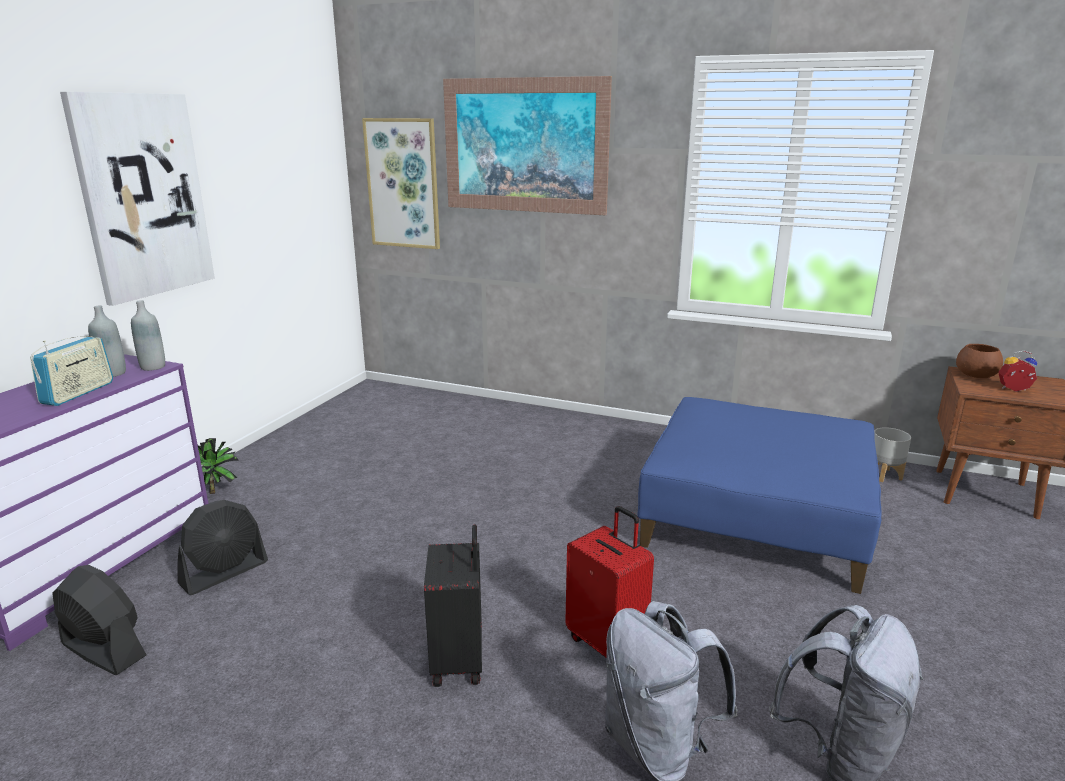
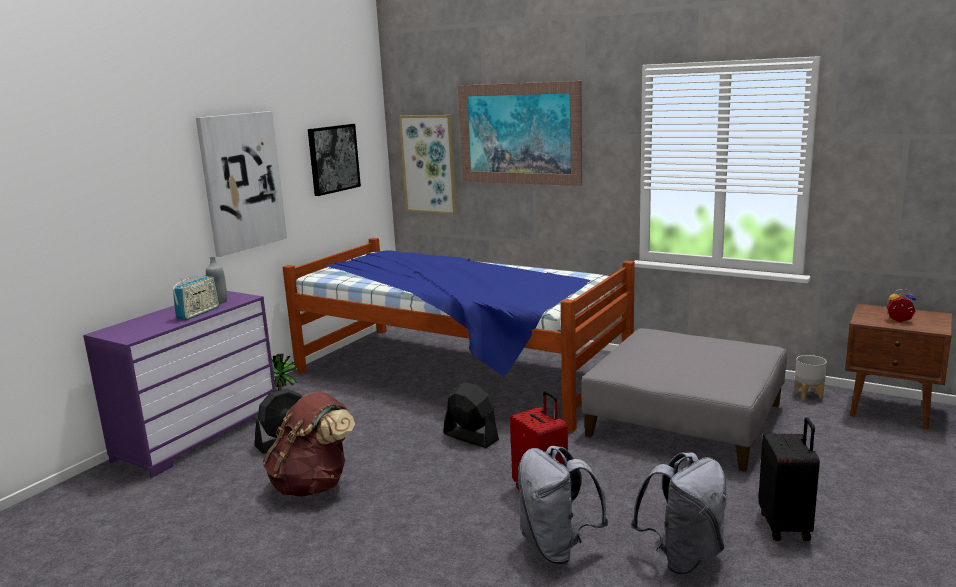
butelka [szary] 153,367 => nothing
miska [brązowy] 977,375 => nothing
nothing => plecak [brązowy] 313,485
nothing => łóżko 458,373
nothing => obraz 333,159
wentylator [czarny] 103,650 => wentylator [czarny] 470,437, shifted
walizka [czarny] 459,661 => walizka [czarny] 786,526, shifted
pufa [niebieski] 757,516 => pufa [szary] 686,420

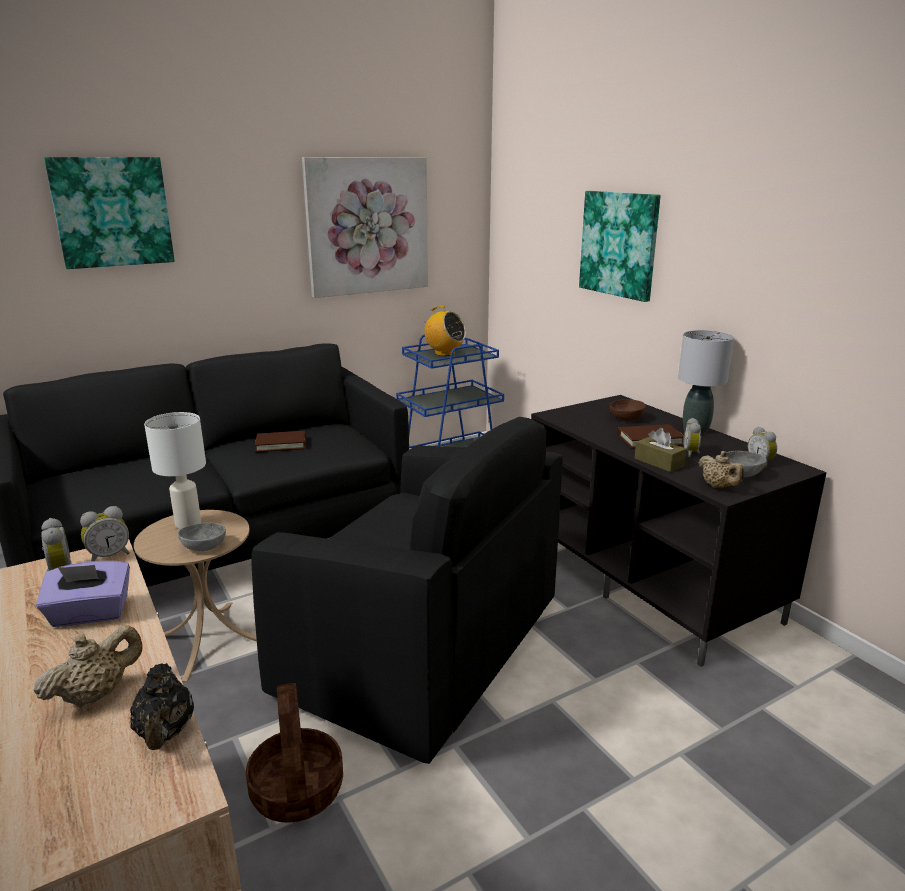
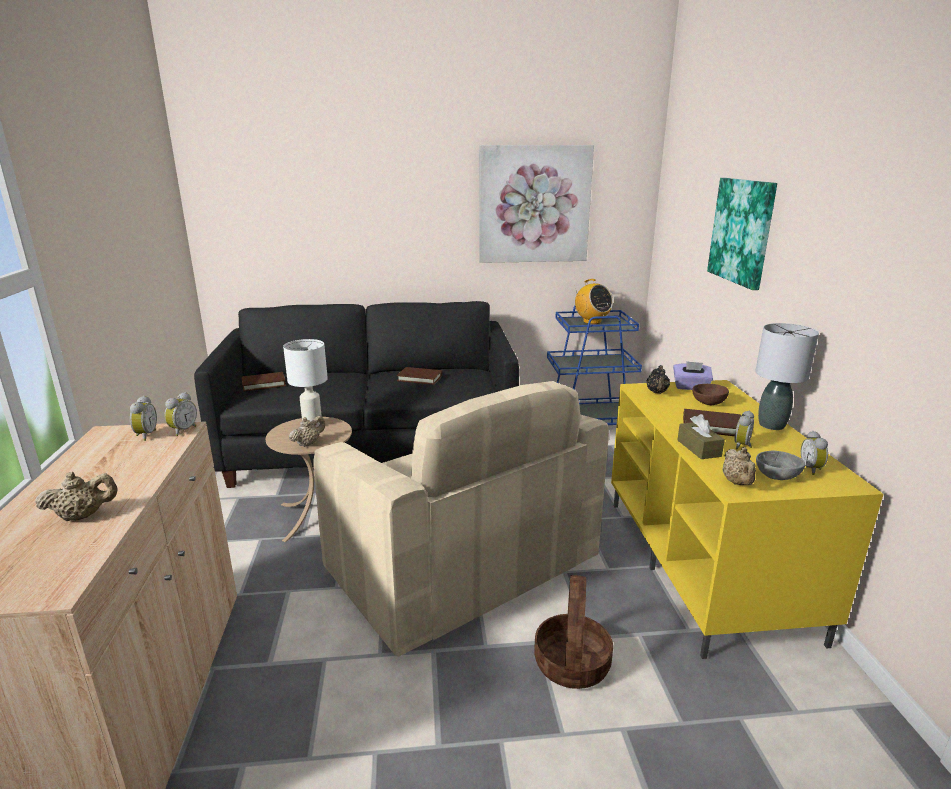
obraz 112,212 => nothing
nothing => książka [brązowy] 264,384
pudełko chusteczek [fioletowy] 90,614 => pudełko chusteczek [fioletowy] 690,387, shifted
imbryk [czarny] 165,733 => imbryk [czarny] 657,392, shifted
koszyk 298,790 => koszyk 572,664, shifted
miska [szary] 204,546 => imbryk [beżowy] 308,443
fotel [czarny] 422,648 => fotel [beżowy] 461,567
szafka pod telewizor [czarny] 650,581 => szafka pod telewizor [żółty] 707,566
budzik 109,556 => budzik 182,430, 60 degrees counterclockwise

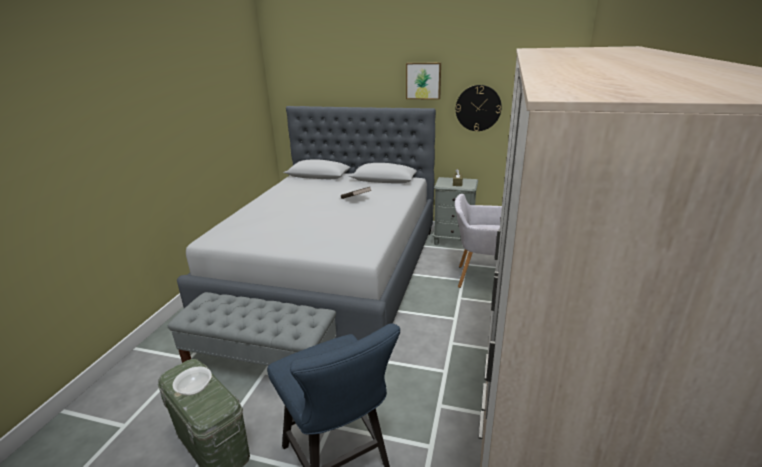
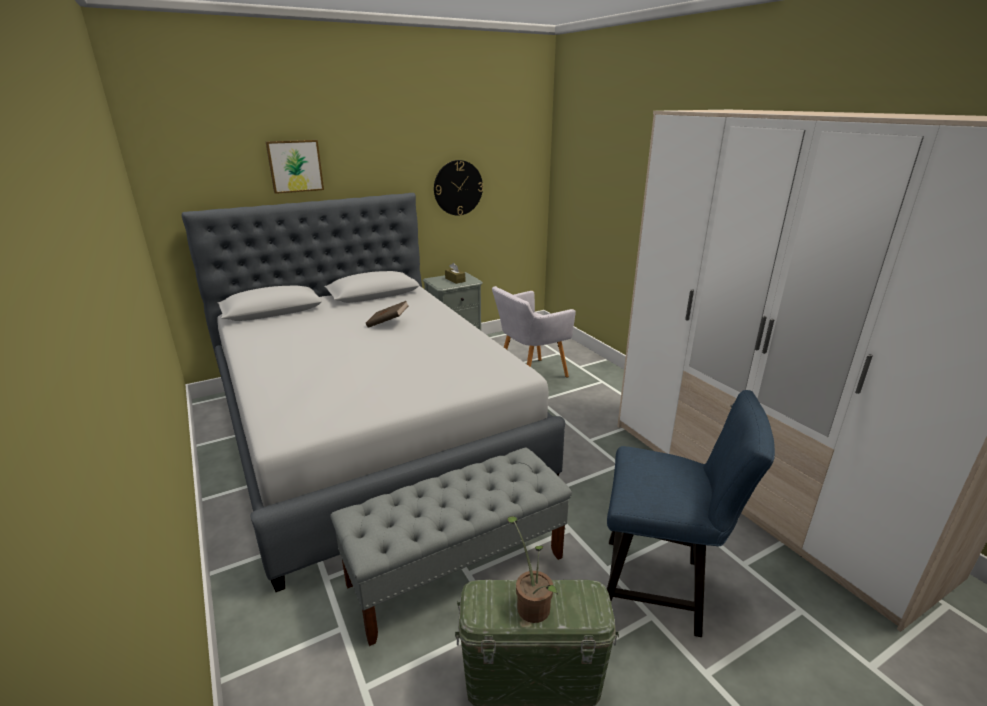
obraz 423,81 => obraz 295,166, shifted
miska 194,388 => roślina doniczkowa 531,604

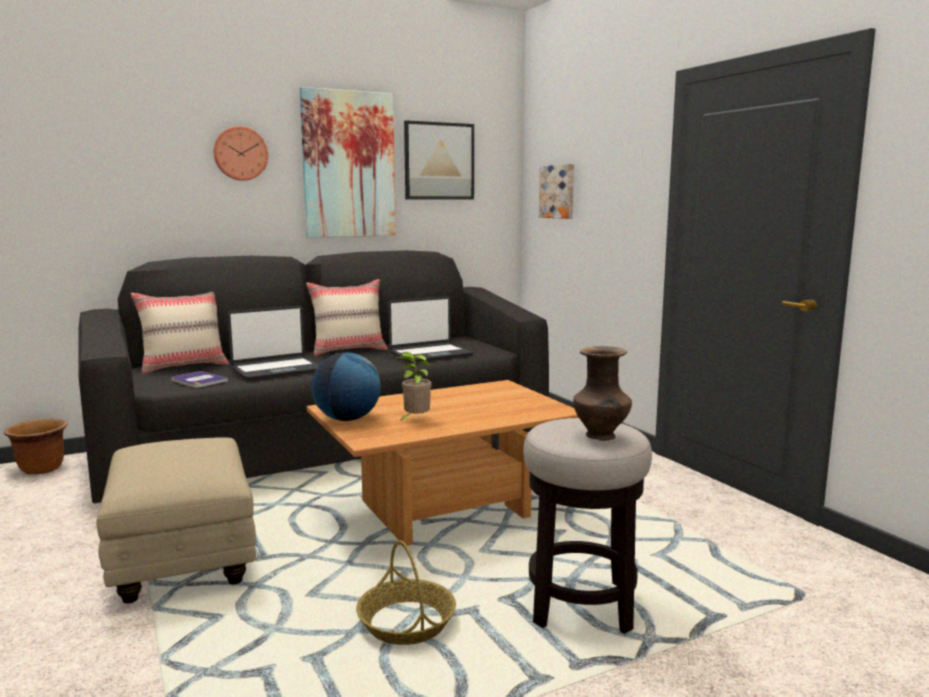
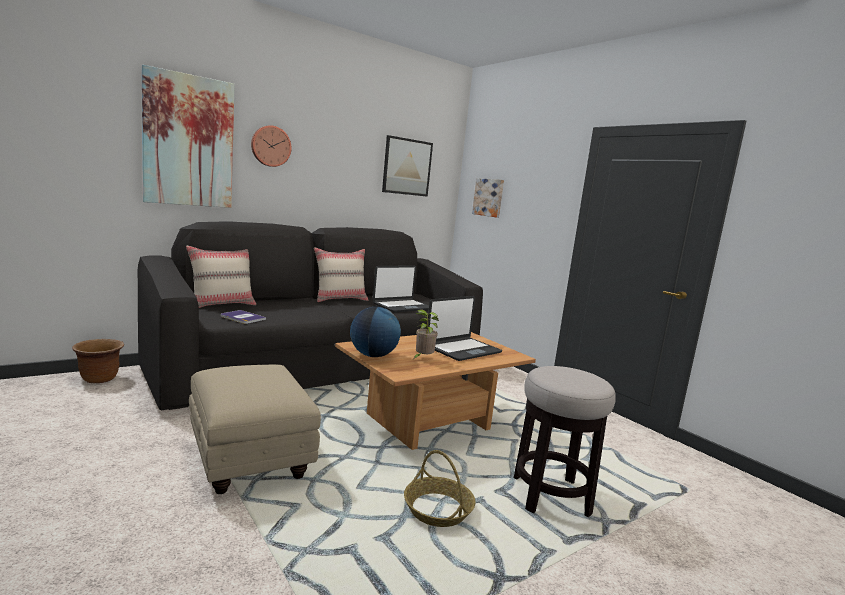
wazon [brązowy] 601,436 => nothing
laptop 276,370 => laptop 462,350, shifted
obraz 349,165 => obraz 189,141, shifted

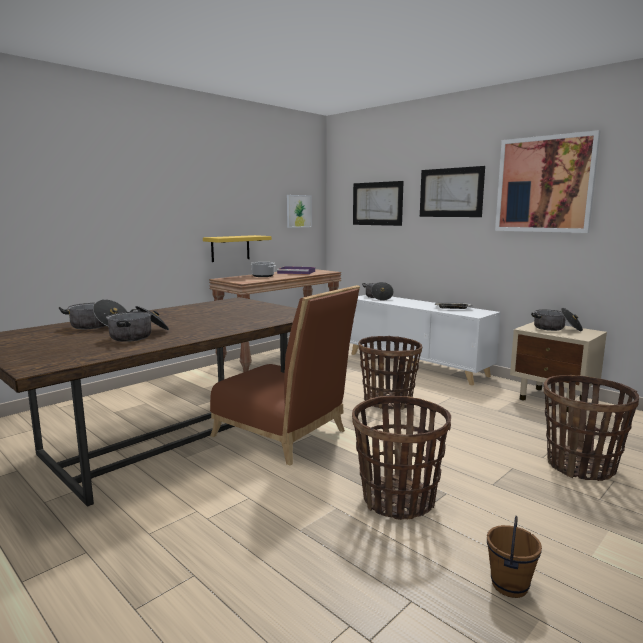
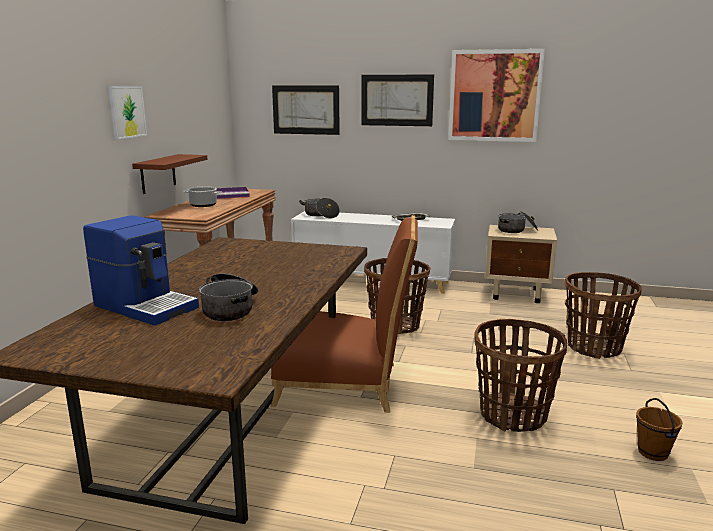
obraz 298,211 => obraz 127,112, shifted
garnek 98,326 => ekspres do kawy 146,306
półka [żółty] 230,248 => półka [brązowy] 158,174

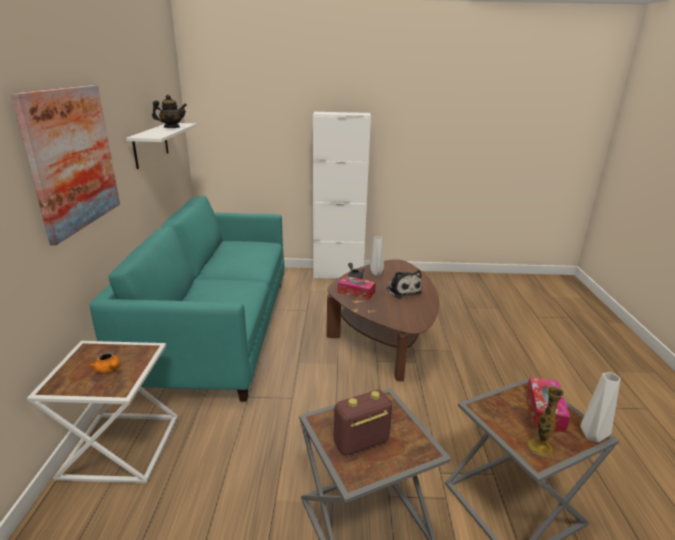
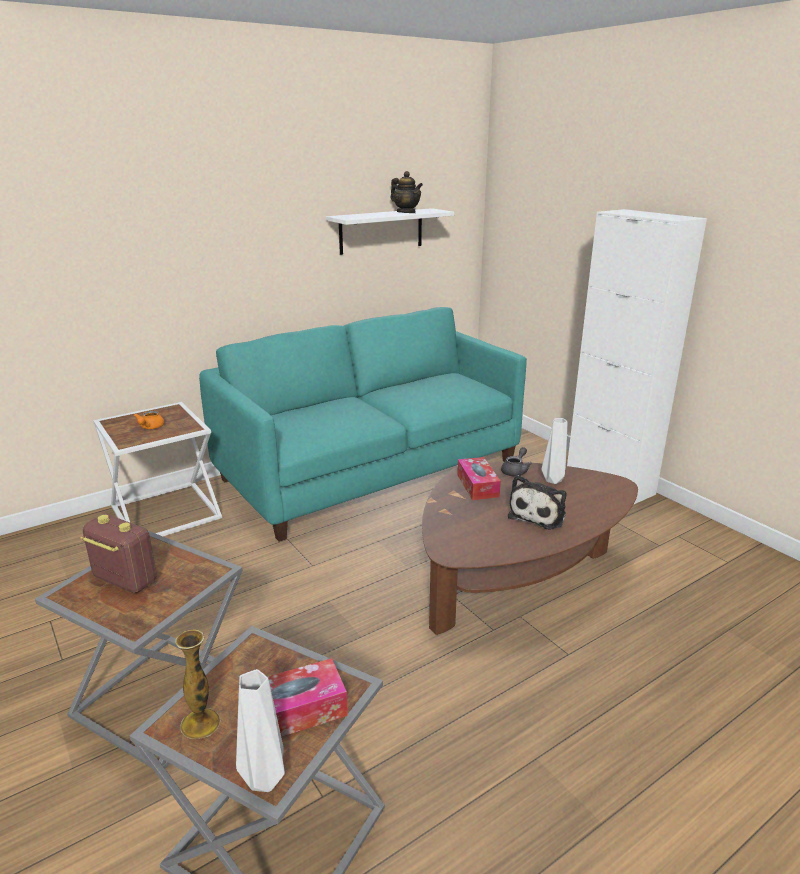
obraz 72,159 => nothing

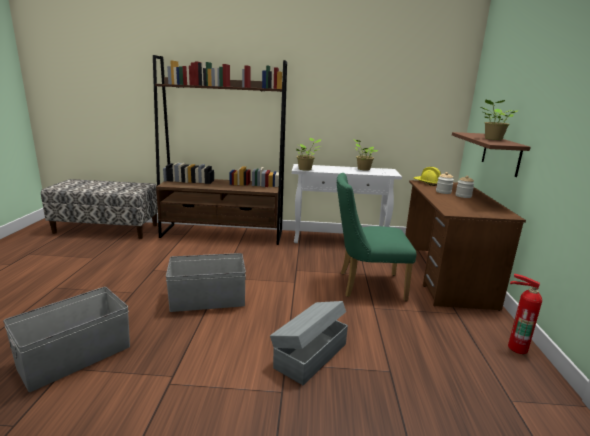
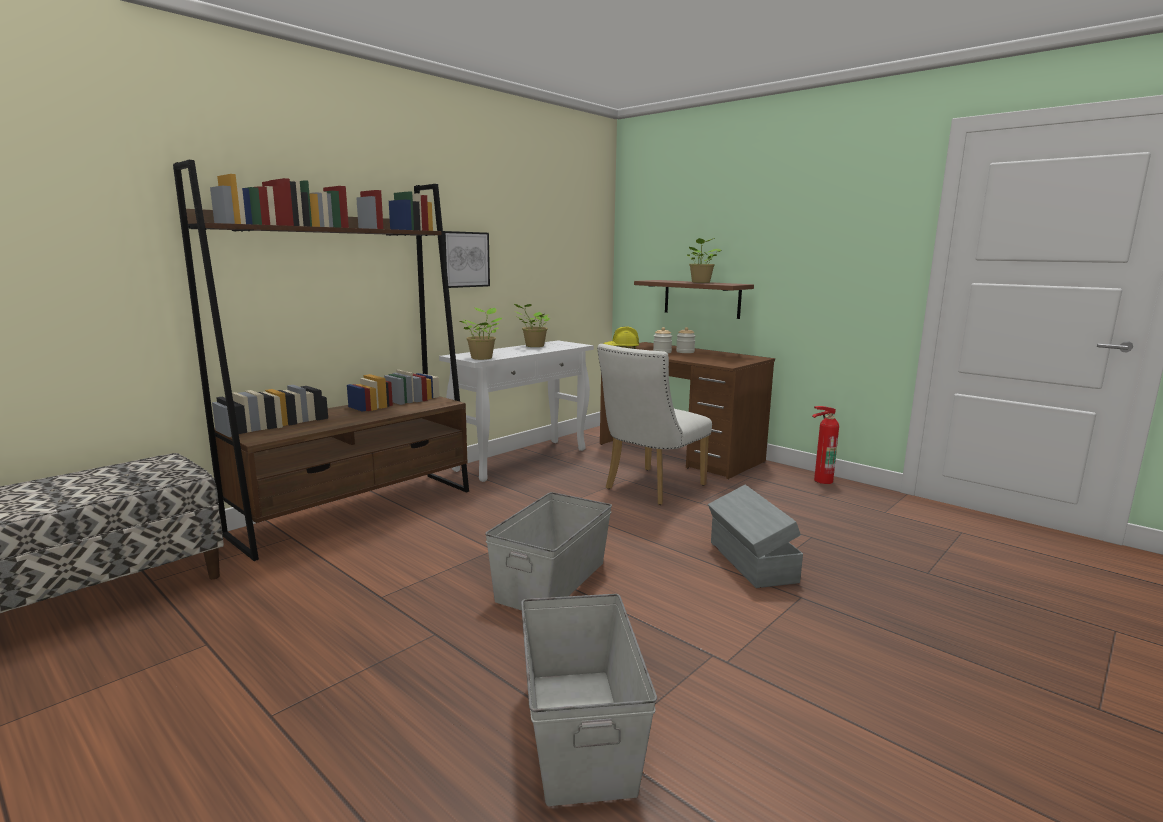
nothing => obraz 464,259
krzesło [zielony] 366,285 => krzesło [biały] 650,488

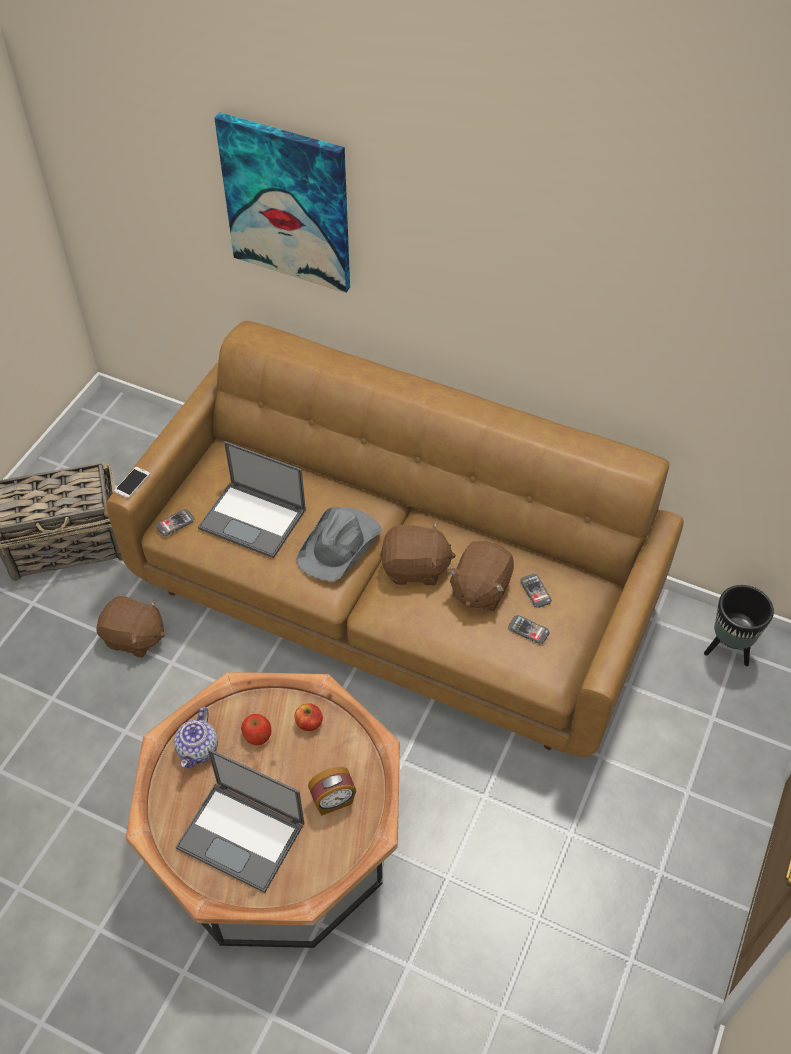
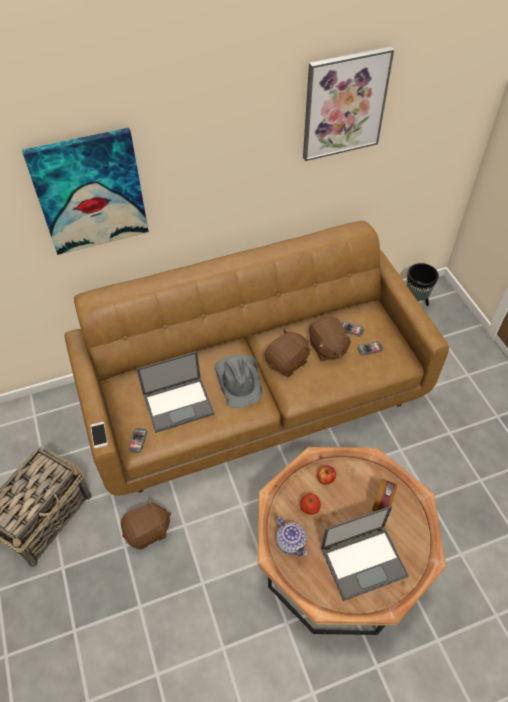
nothing => obraz 344,104

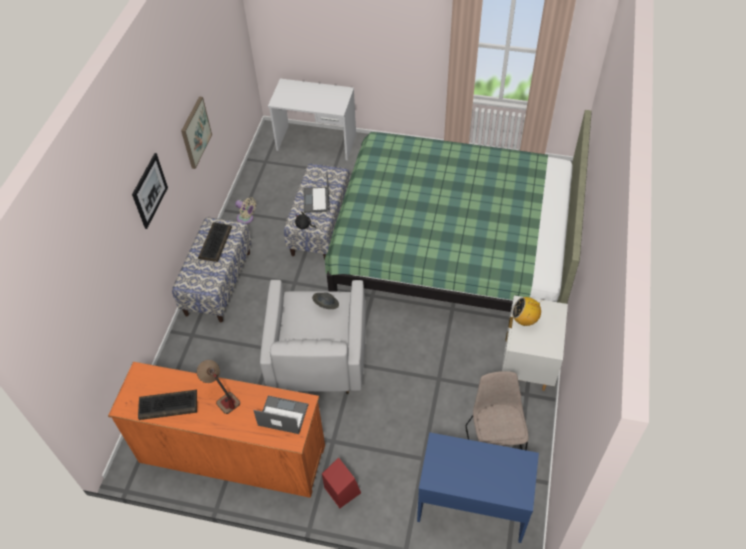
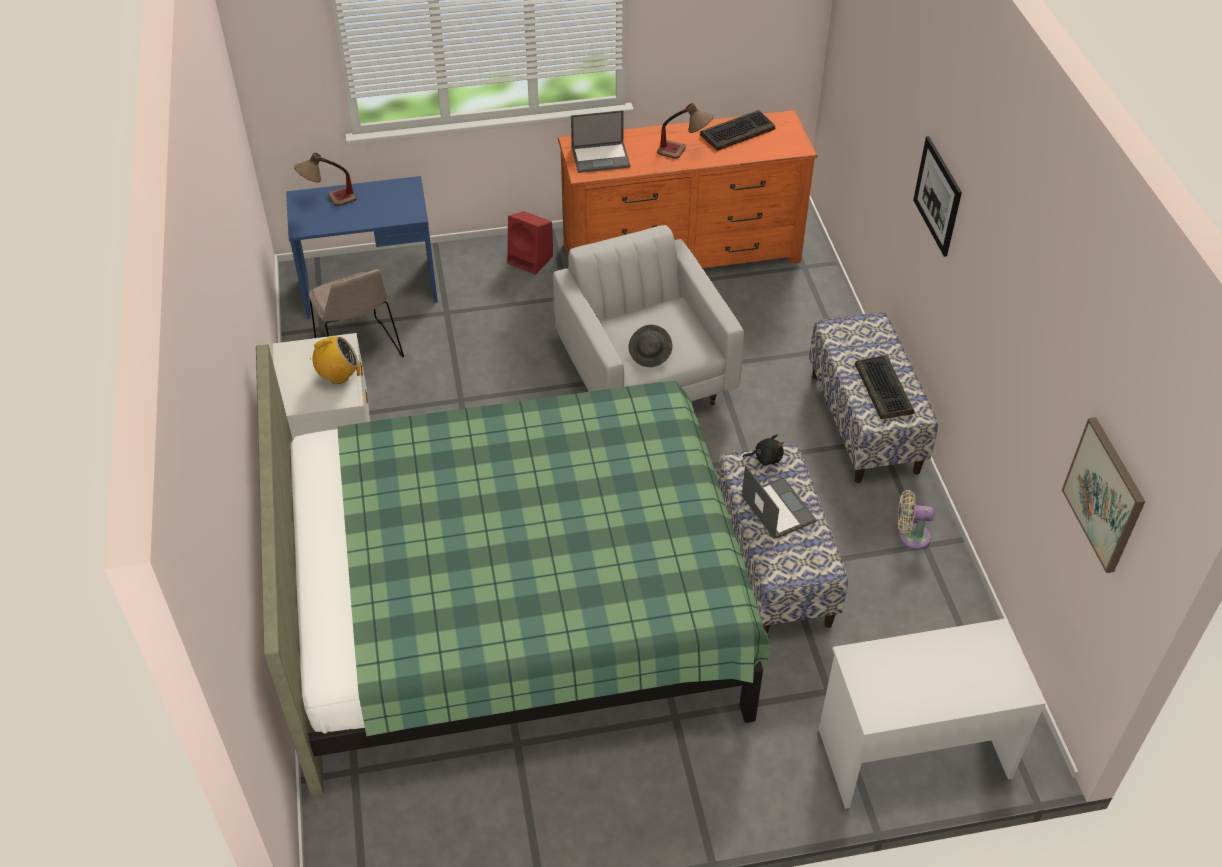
nothing => lampa stołowa 329,202
obraz 195,132 => obraz 1105,494, shifted

